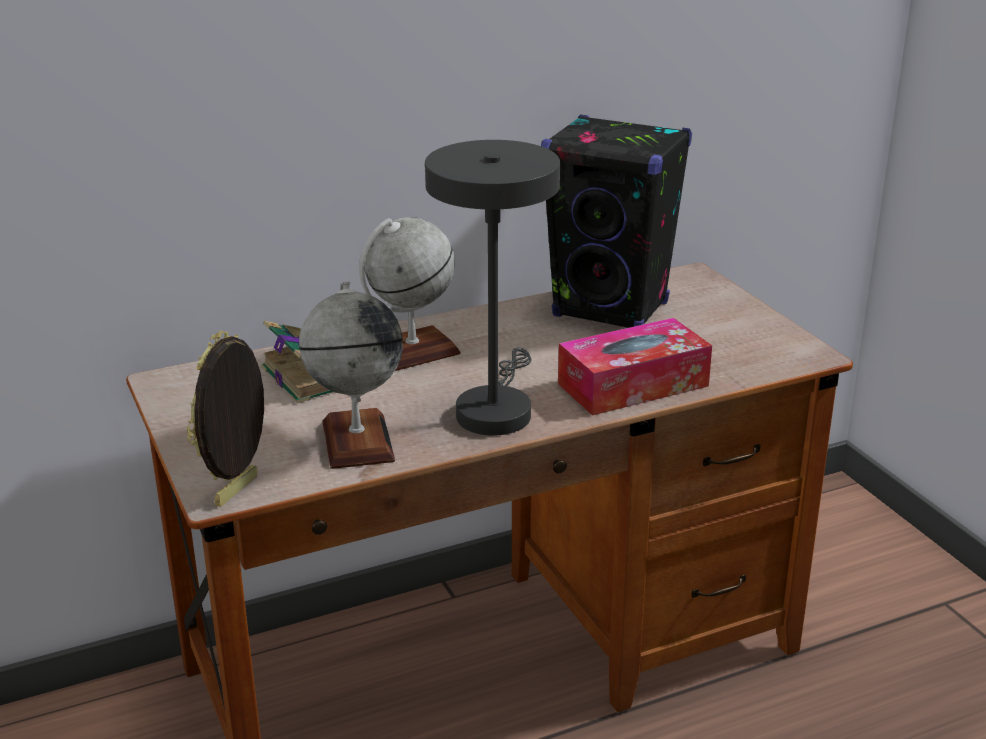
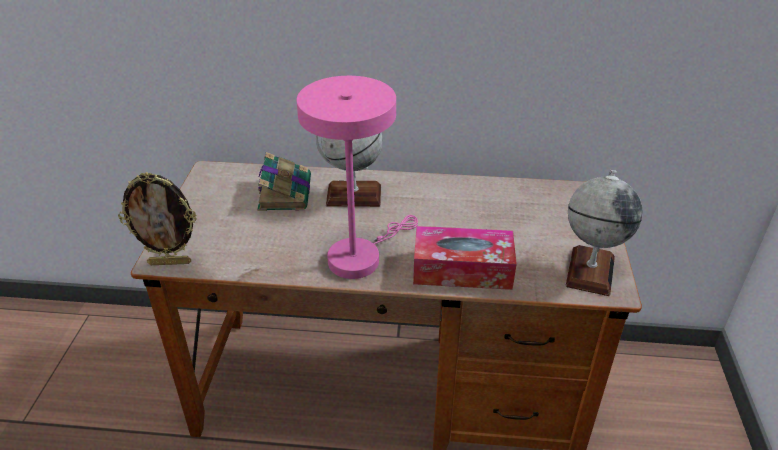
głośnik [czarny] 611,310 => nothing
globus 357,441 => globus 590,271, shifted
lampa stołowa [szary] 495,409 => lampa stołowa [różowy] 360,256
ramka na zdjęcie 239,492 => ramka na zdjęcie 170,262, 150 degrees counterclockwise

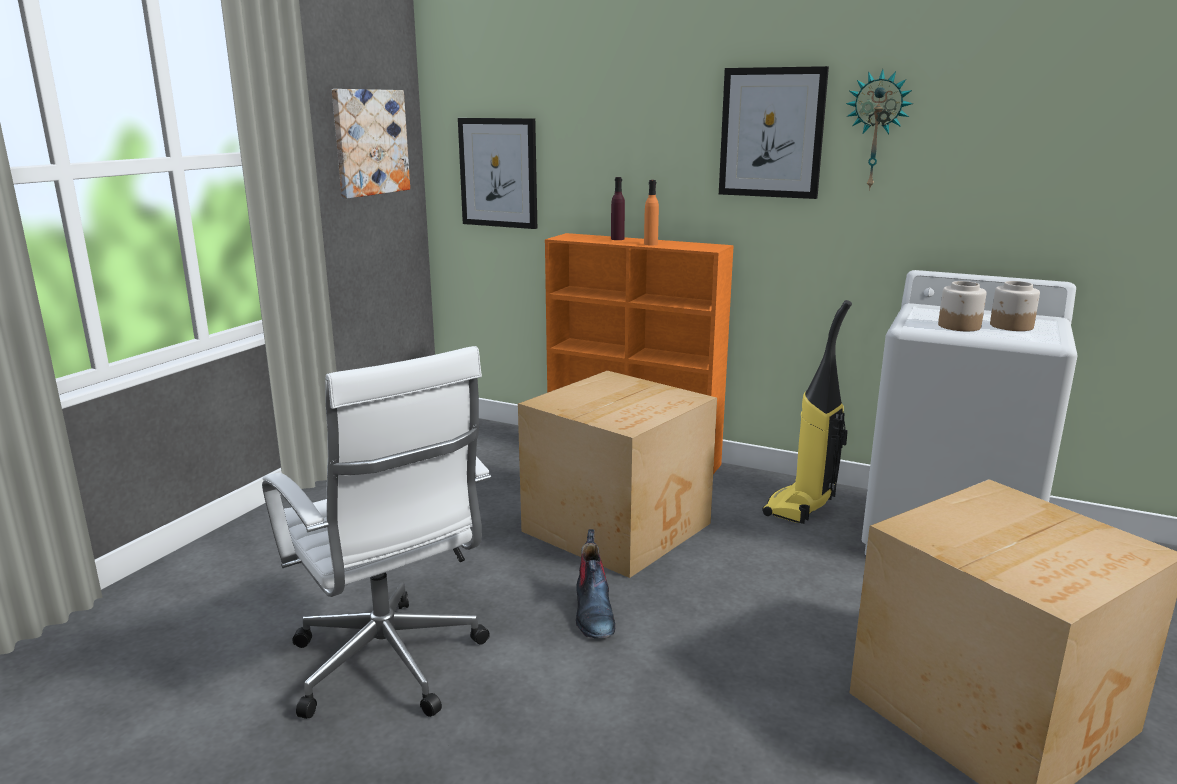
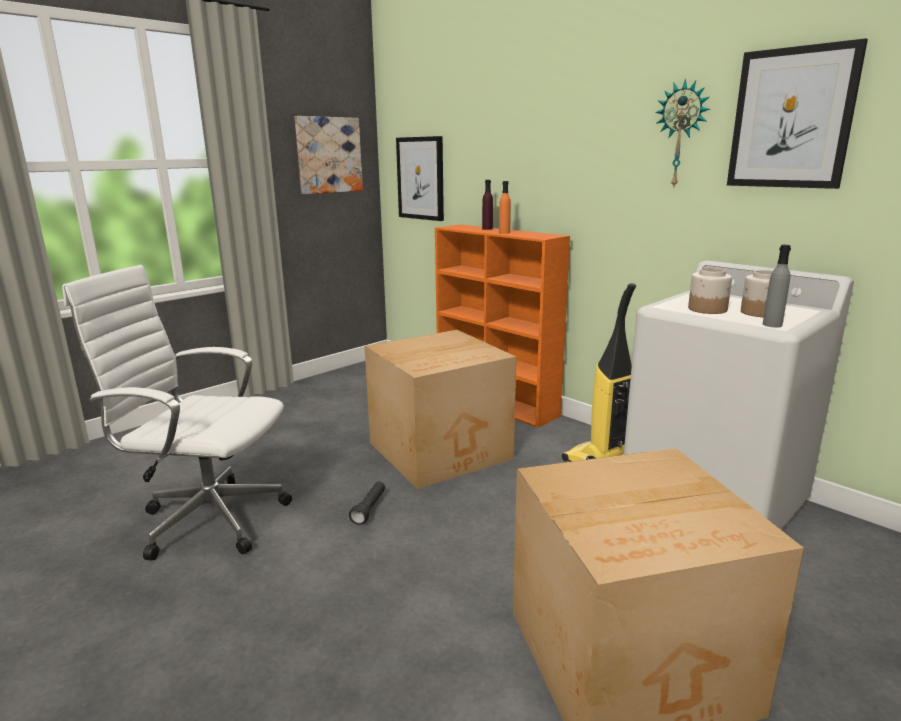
nothing => butelka [szary] 772,325
obraz 772,133 => obraz 791,119, shifted
but z cholewką 593,612 => latarka [czarny] 369,509
krzesło biurowe [biały] 391,667 => krzesło biurowe [biały] 207,519, 120 degrees clockwise

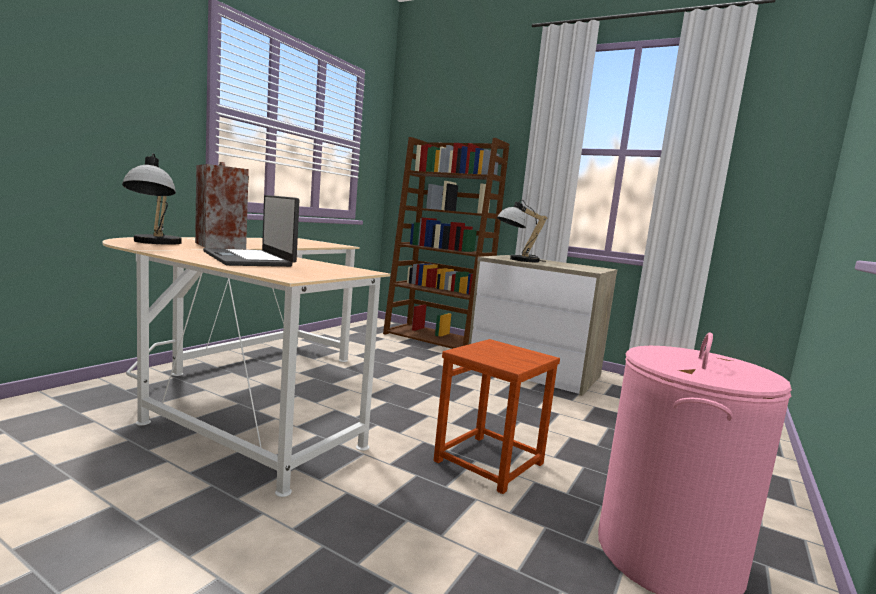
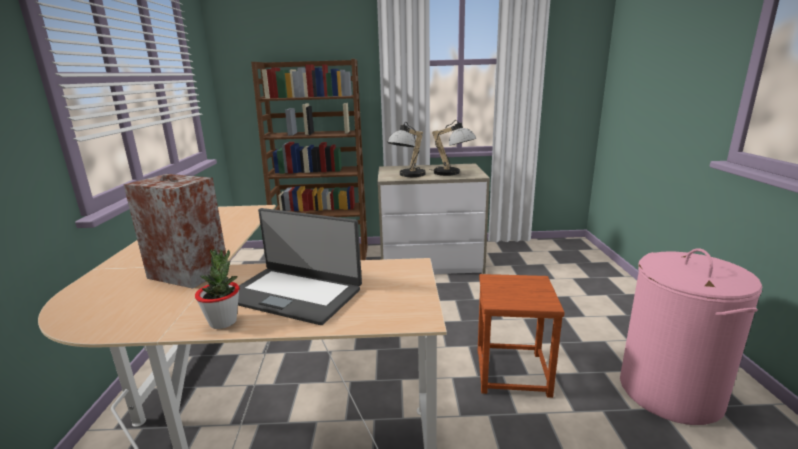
nothing => roślina doniczkowa 223,322
lampa stołowa 155,243 => lampa stołowa 452,173, shifted

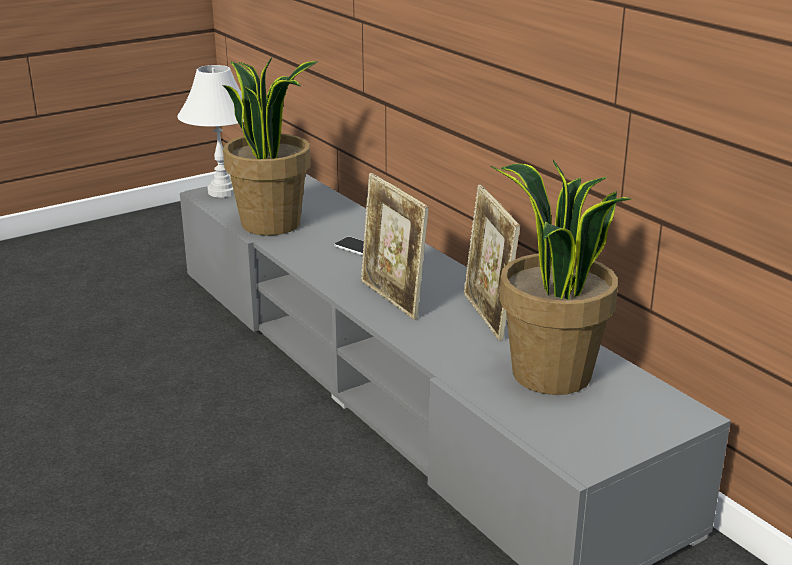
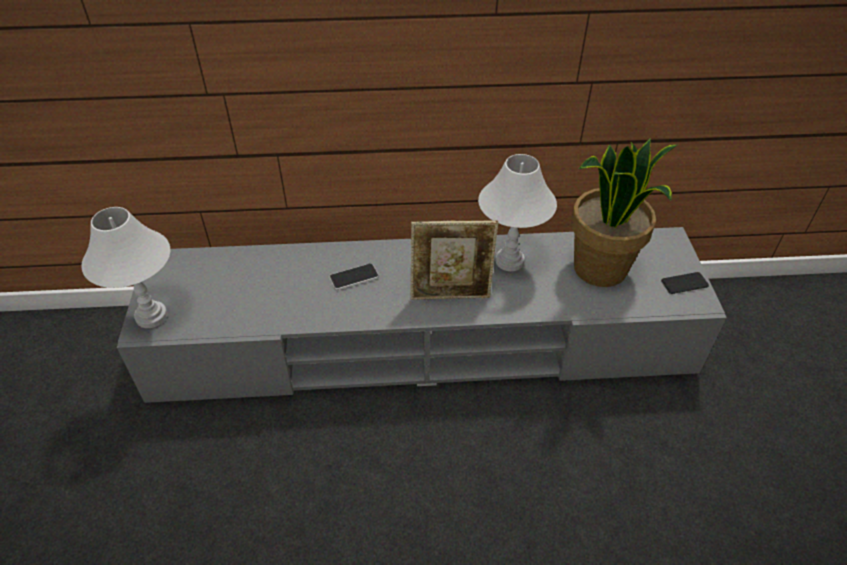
roślina doniczkowa 272,223 => nothing
nothing => telefon 684,283
ramka na zdjęcie 487,316 => lampa stołowa [biały] 509,261

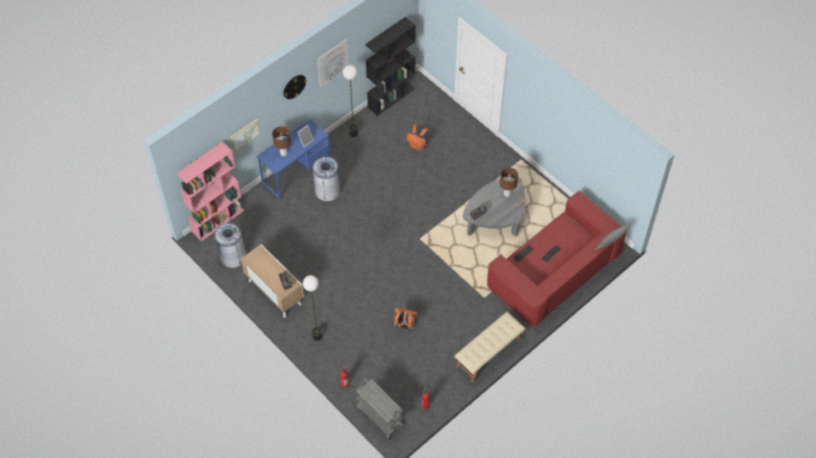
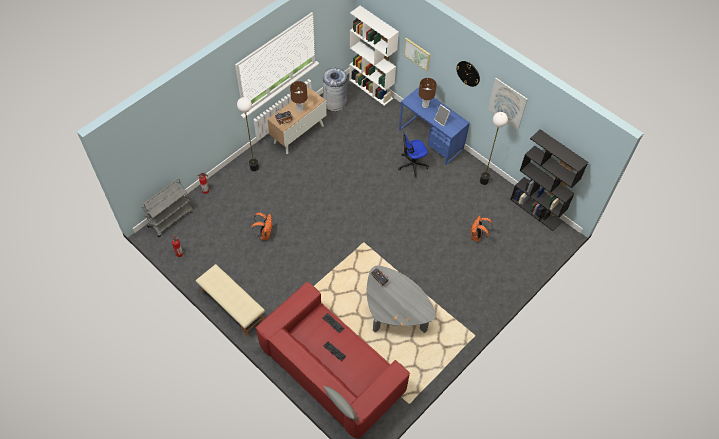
lampa stołowa [brązowy] 507,193 => lampa stołowa [brązowy] 300,108, shifted
kosz na śmieci [szary] 327,191 => krzesło biurowe 412,165
regał [różowy] 218,220 => regał [biały] 371,89

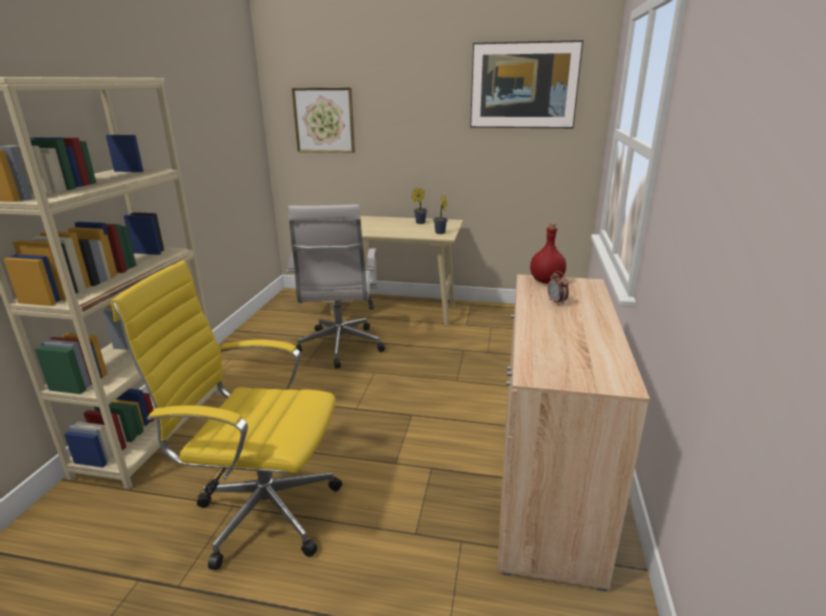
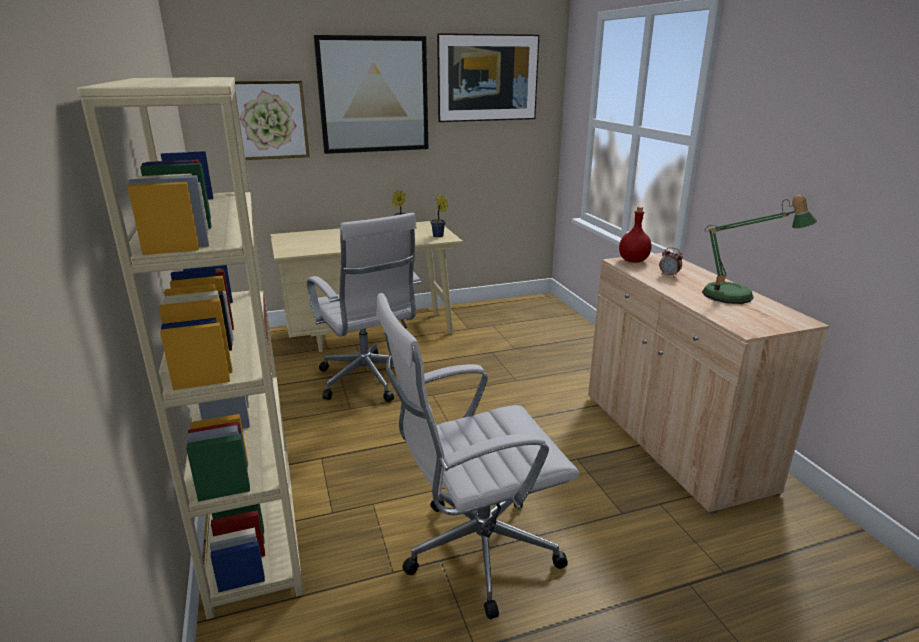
nothing => obraz 373,95
nothing => lampa stołowa 736,297
krzesło biurowe [żółty] 261,511 => krzesło biurowe [biały] 474,552

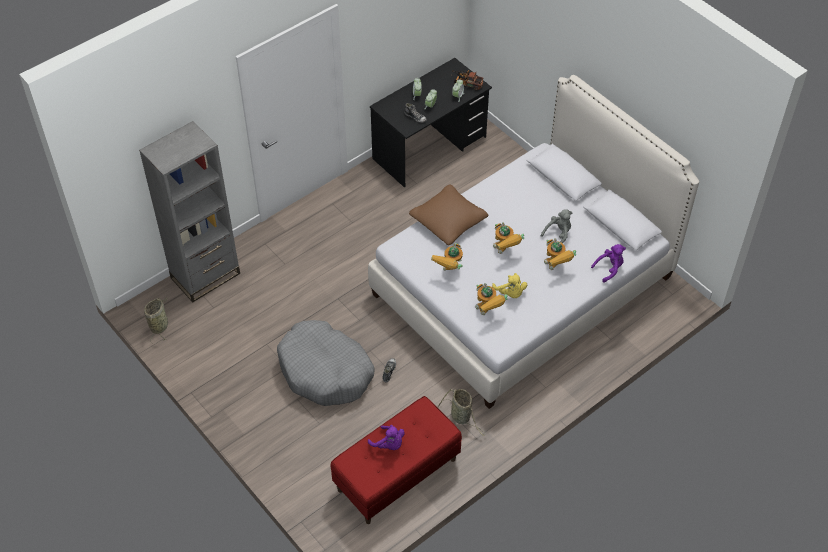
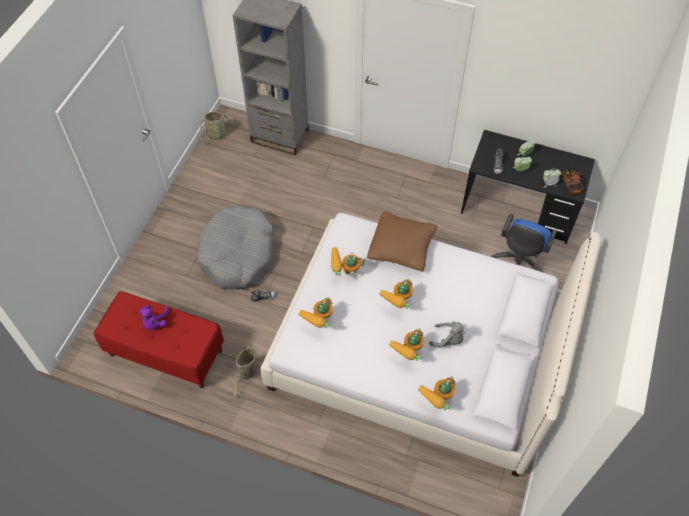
pluszak [żółty] 510,293 => nothing
nothing => krzesło biurowe [niebieski] 518,264
pluszak [fioletowy] 609,269 => robot zabawkowy 437,402

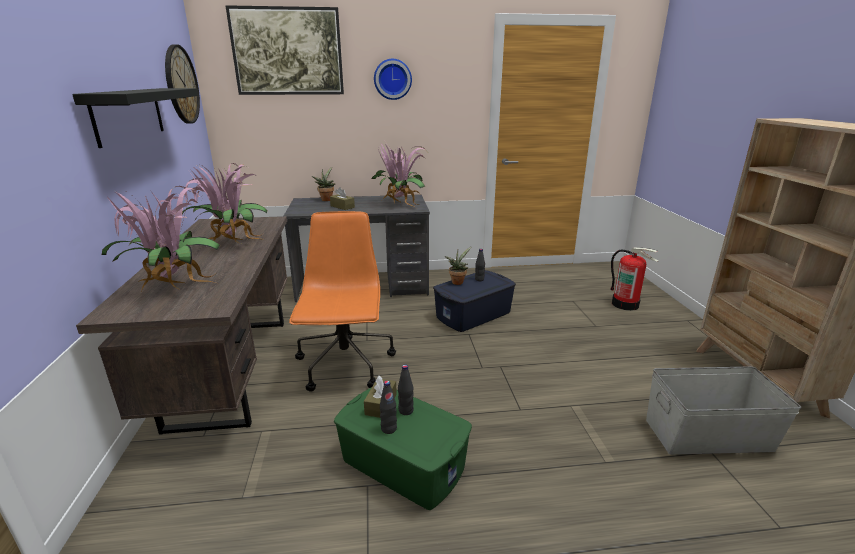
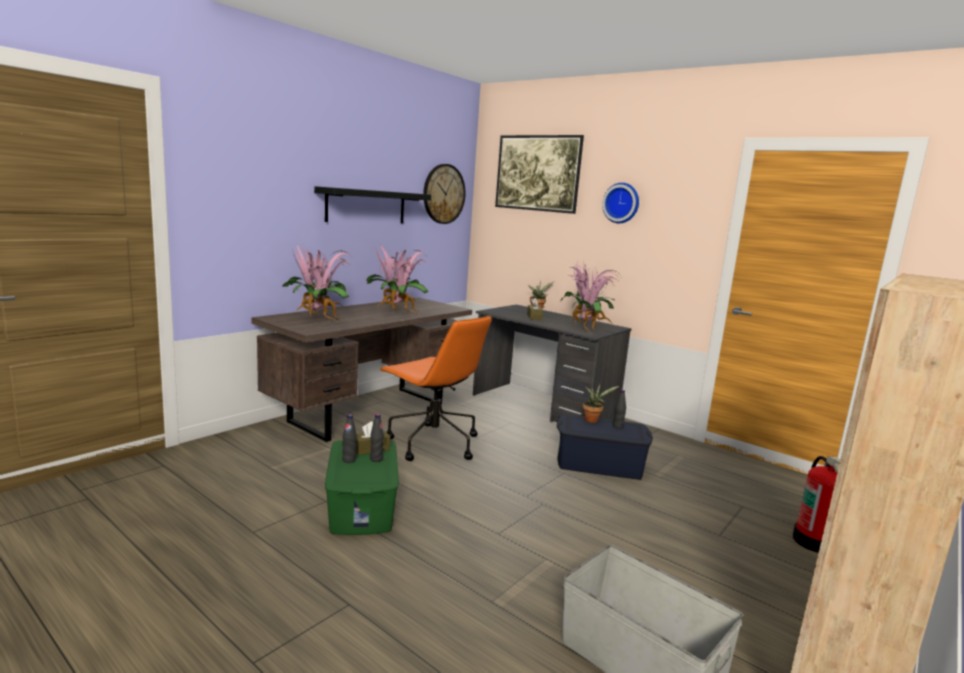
krzesło biurowe [pomarańczowy] 345,365 => krzesło biurowe [pomarańczowy] 432,443, 90 degrees clockwise

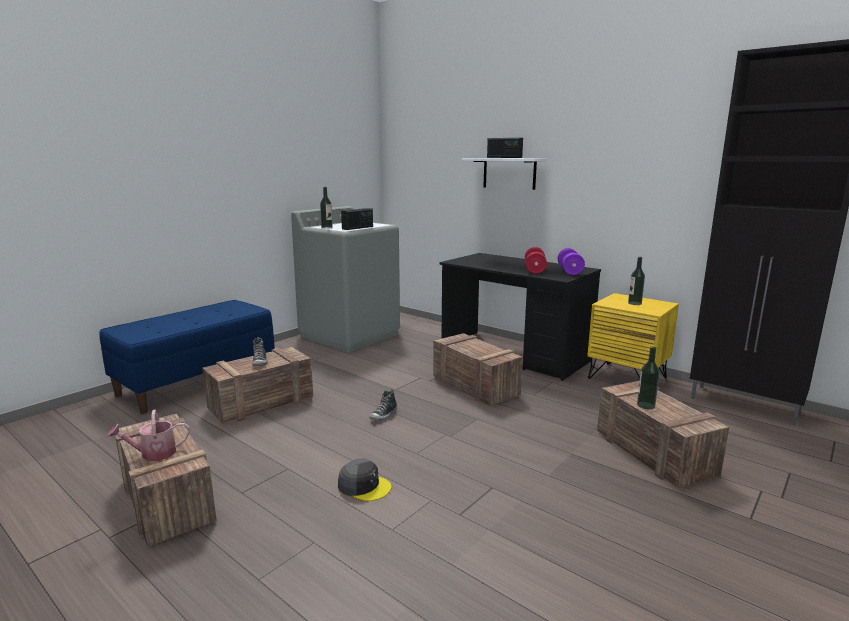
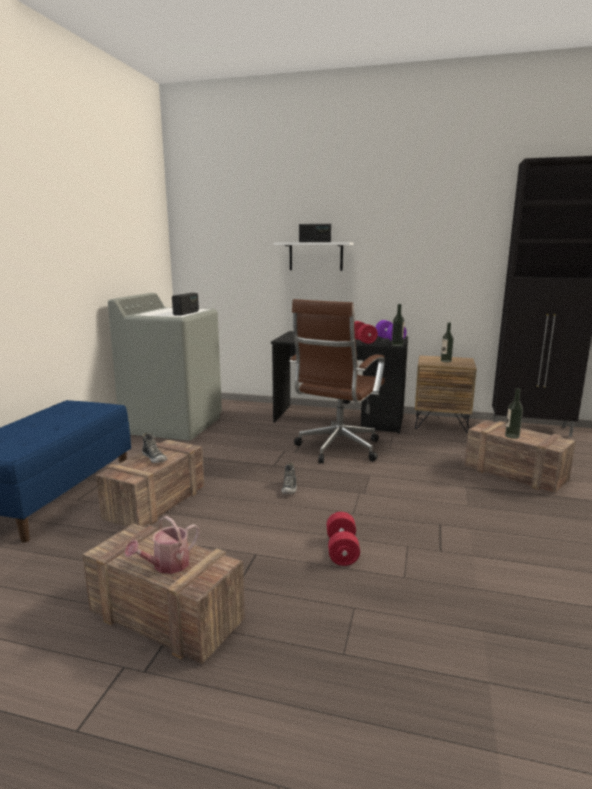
butelka 327,228 => butelka 397,345, shifted
czapka z daszkiem [szary] 364,486 => hantel [czerwony] 342,550
skrzynka 473,386 => krzesło biurowe [brązowy] 336,449
szafka nocna [żółty] 627,378 => szafka nocna [brązowy] 441,423

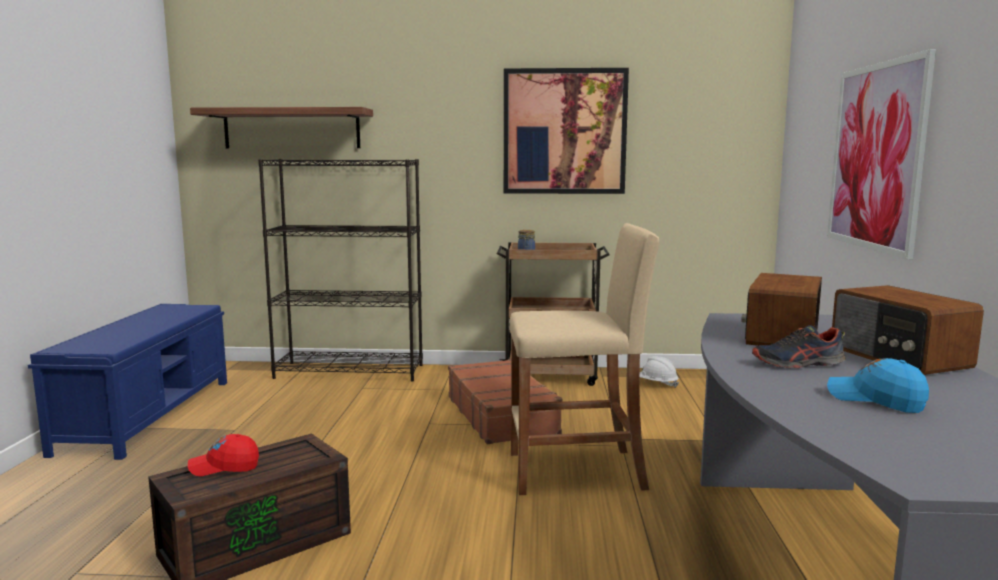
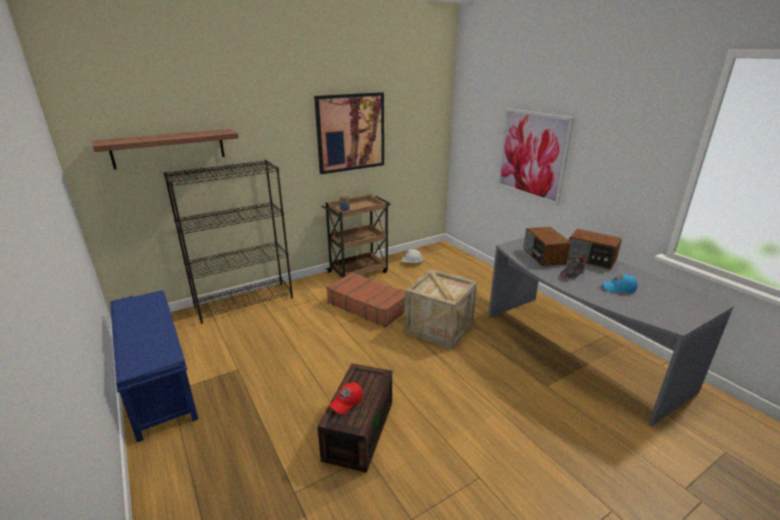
stołek [beżowy] 576,471 => skrzynka 439,328

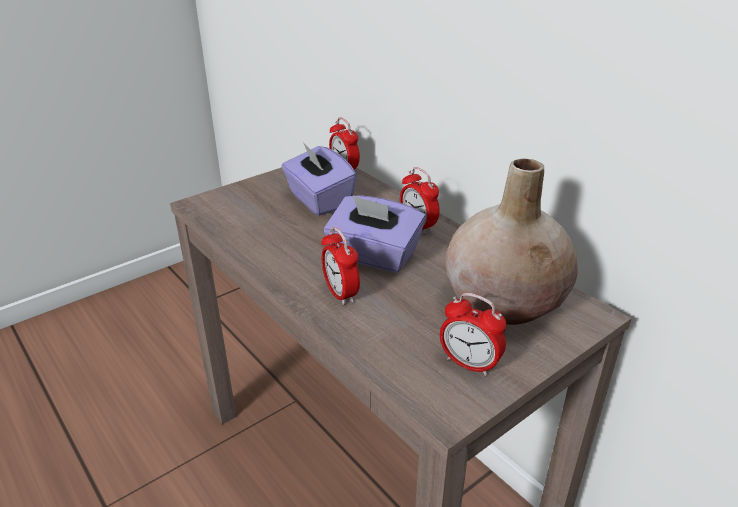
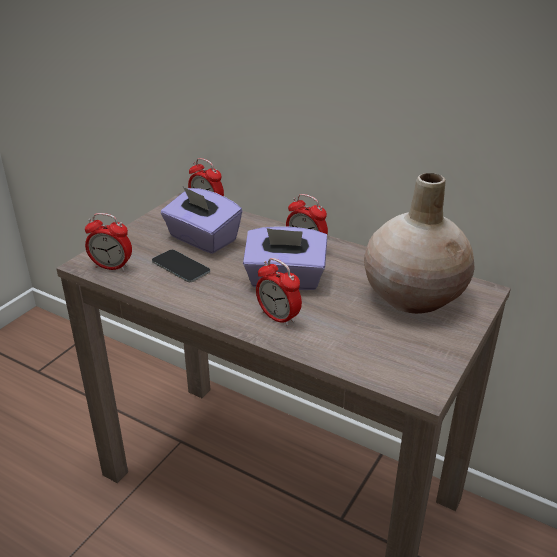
nothing => telefon 180,266
budzik 469,364 => budzik 112,267, shifted

